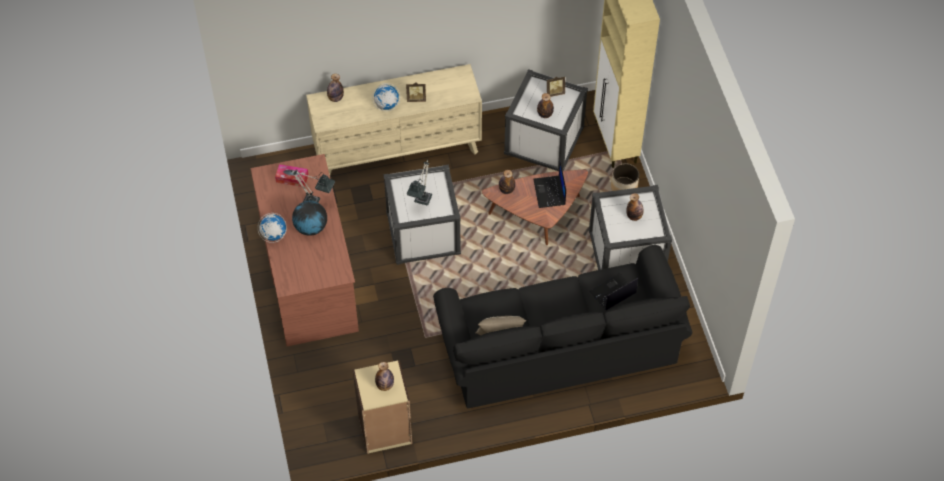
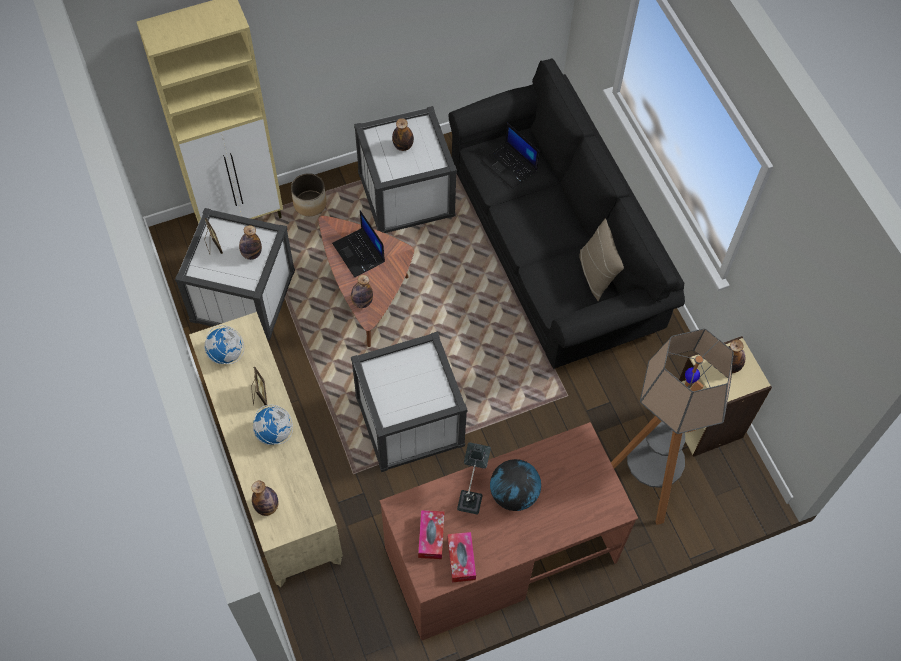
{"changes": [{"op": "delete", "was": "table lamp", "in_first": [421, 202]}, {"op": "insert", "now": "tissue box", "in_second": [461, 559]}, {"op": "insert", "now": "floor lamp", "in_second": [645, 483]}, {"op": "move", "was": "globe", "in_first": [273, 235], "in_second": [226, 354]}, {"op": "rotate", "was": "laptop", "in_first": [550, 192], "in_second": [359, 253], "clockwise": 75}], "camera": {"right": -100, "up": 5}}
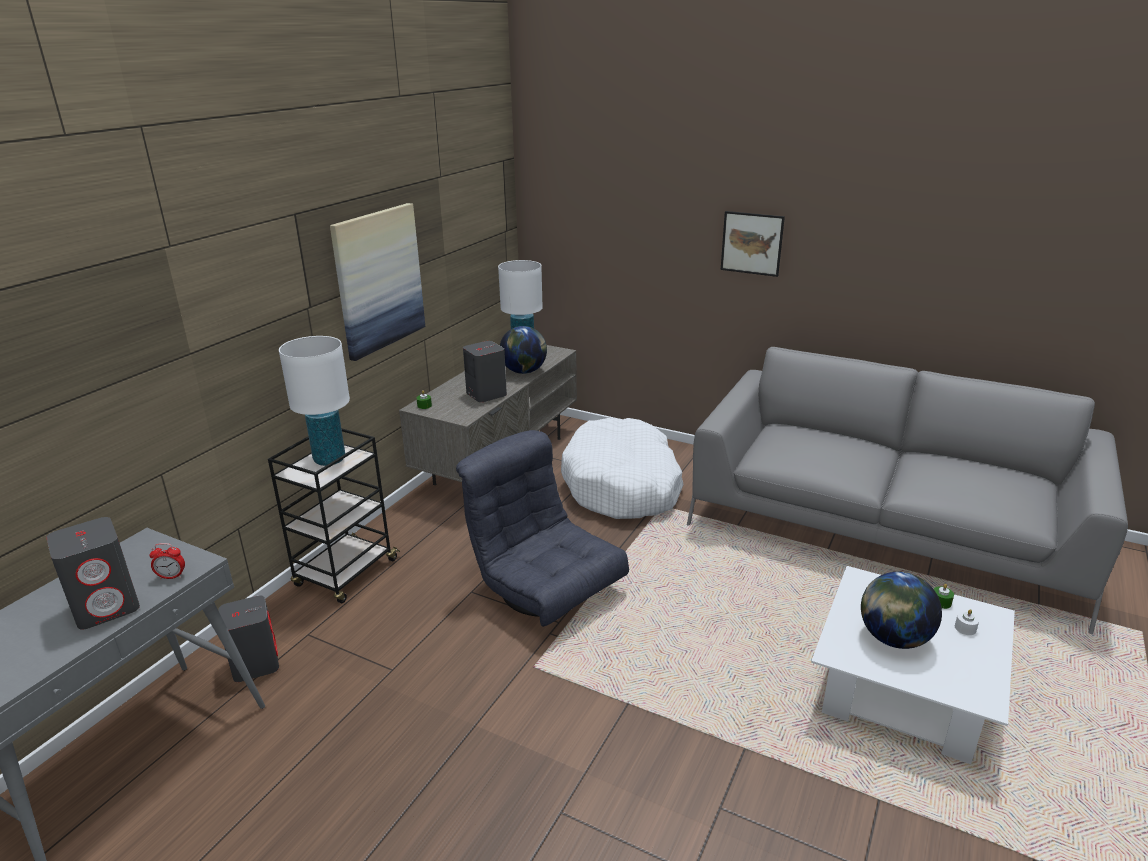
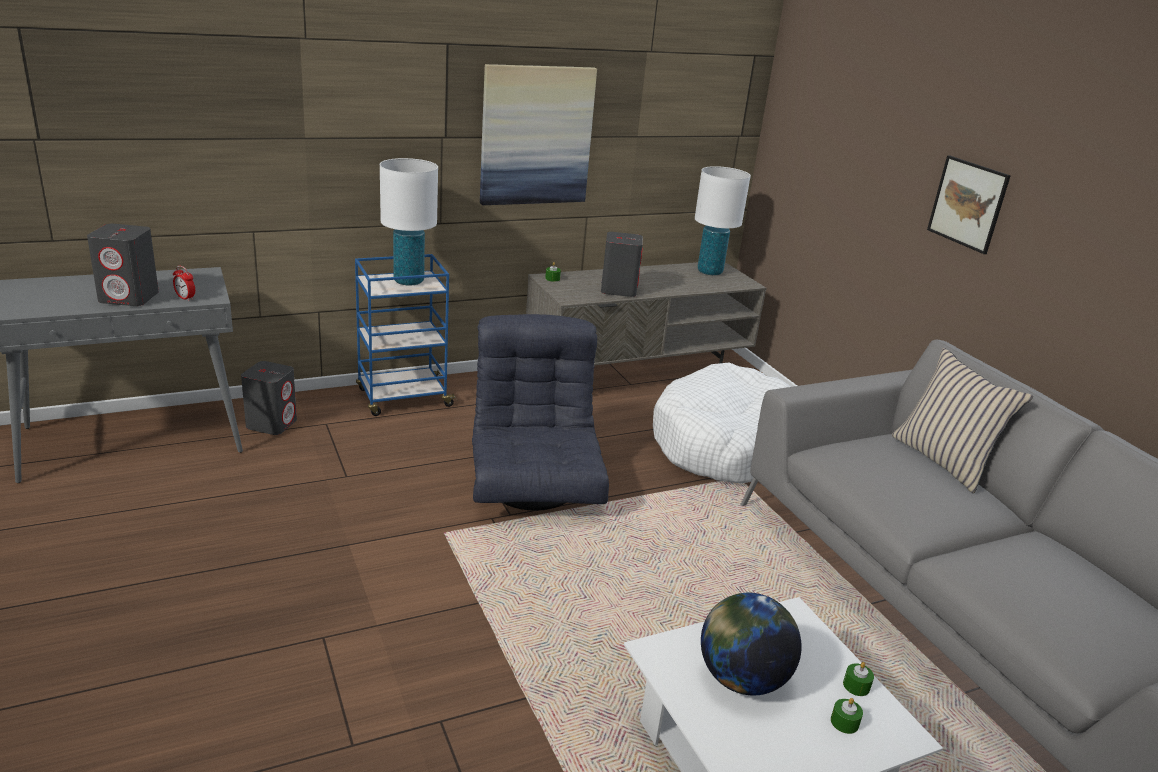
{"changes": [{"op": "delete", "was": "globe", "in_first": [524, 371]}, {"op": "insert", "now": "pillow (beige)", "in_second": [943, 461]}, {"op": "recolor", "was": "cart (black)", "now": "cart (blue)", "in_first": [345, 574], "in_second": [403, 398]}, {"op": "recolor", "was": "candle (white)", "now": "candle (green)", "in_first": [965, 628], "in_second": [844, 722]}], "camera": {"right": 35, "up": 0}}
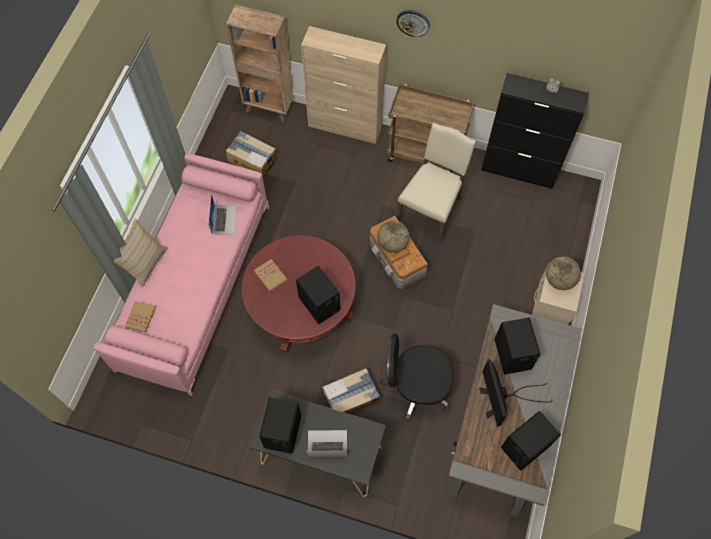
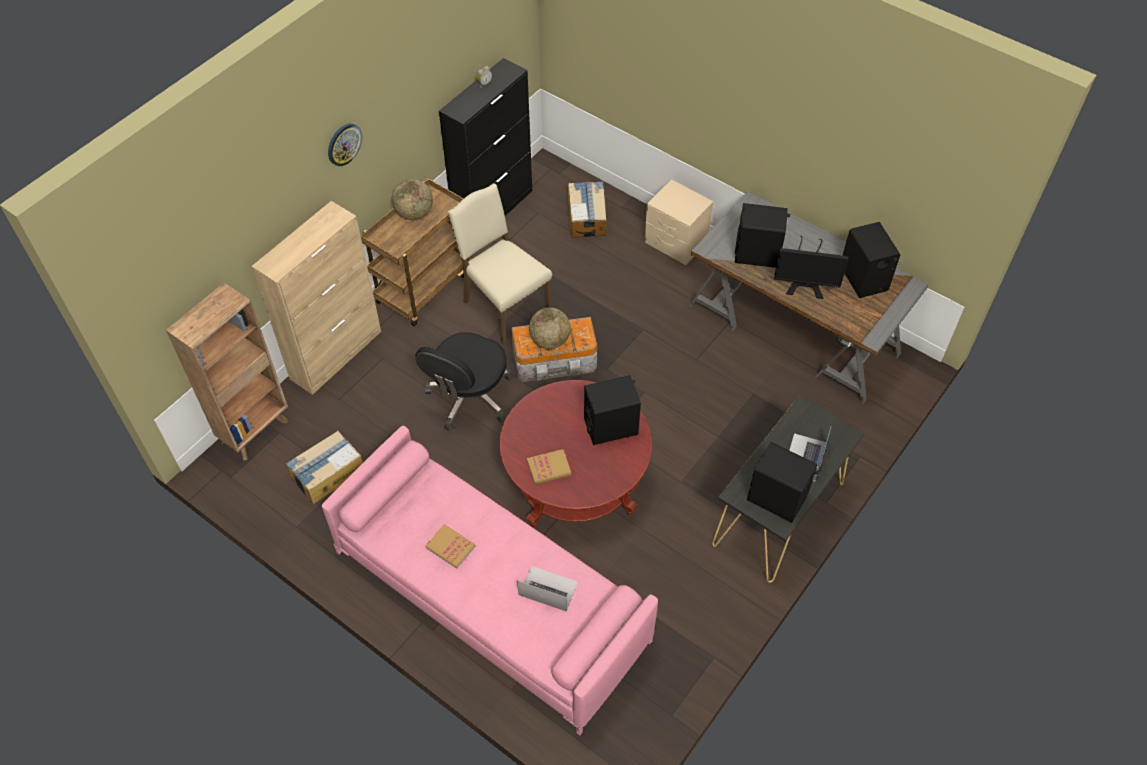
{"changes": [{"op": "delete", "was": "pillow (beige)", "in_first": [144, 262]}, {"op": "move", "was": "book", "in_first": [140, 317], "in_second": [450, 547]}, {"op": "move", "was": "laptop", "in_first": [224, 219], "in_second": [548, 588]}, {"op": "move", "was": "cardboard box", "in_first": [351, 397], "in_second": [587, 216]}, {"op": "move", "was": "office chair (black)", "in_first": [416, 386], "in_second": [469, 397]}, {"op": "move", "was": "globe", "in_first": [559, 280], "in_second": [414, 213]}], "camera": {"right": -70, "up": -10}}
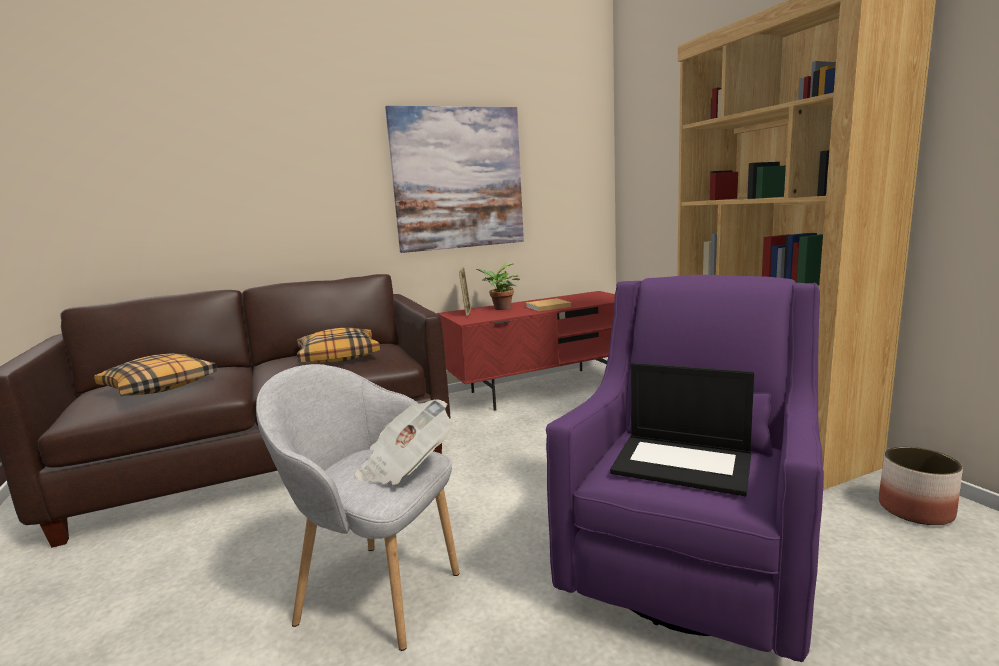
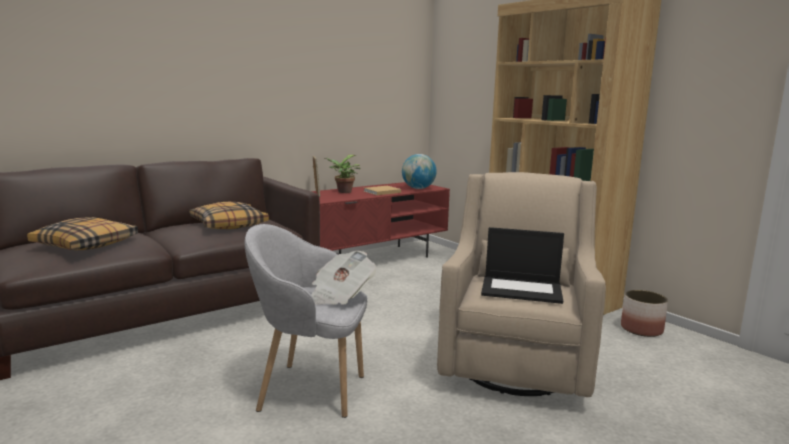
{"changes": [{"op": "delete", "was": "picture", "in_first": [458, 179]}, {"op": "insert", "now": "globe", "in_second": [418, 188]}, {"op": "recolor", "was": "armchair (purple)", "now": "armchair (beige)", "in_first": [691, 566], "in_second": [515, 364]}], "camera": {"right": -15, "up": 0}}
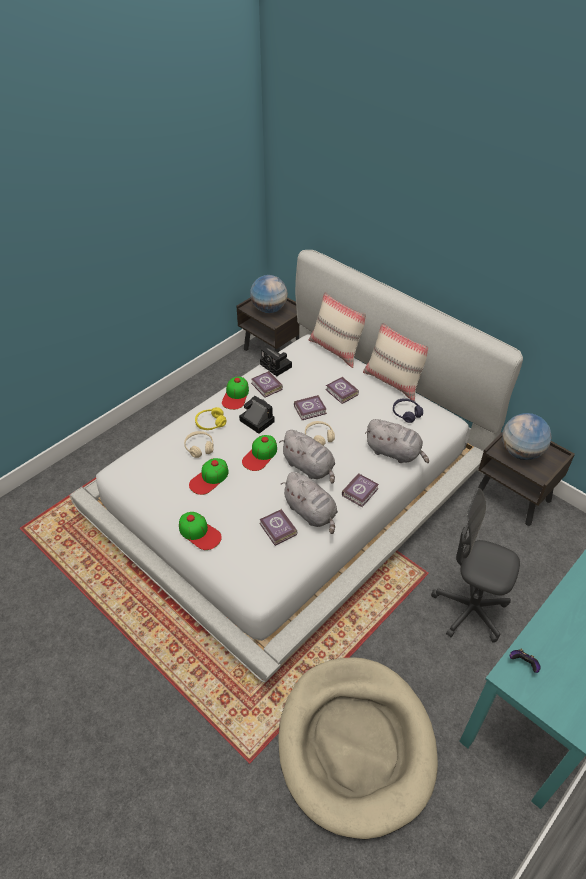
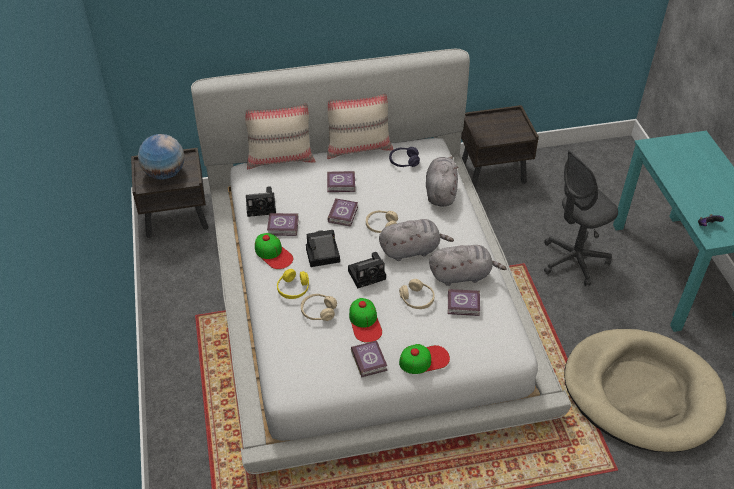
{"changes": [{"op": "delete", "was": "globe", "in_first": [521, 452]}, {"op": "insert", "now": "headphones (beige)", "in_second": [417, 299]}, {"op": "move", "was": "book", "in_first": [361, 492], "in_second": [369, 360]}, {"op": "replace", "was": "cap", "now": "photo camera", "in_first": [260, 455], "in_second": [368, 274]}, {"op": "rotate", "was": "plush toy (grey)", "in_first": [395, 453], "in_second": [440, 192], "clockwise": -60}], "camera": {"right": -55, "up": 0}}
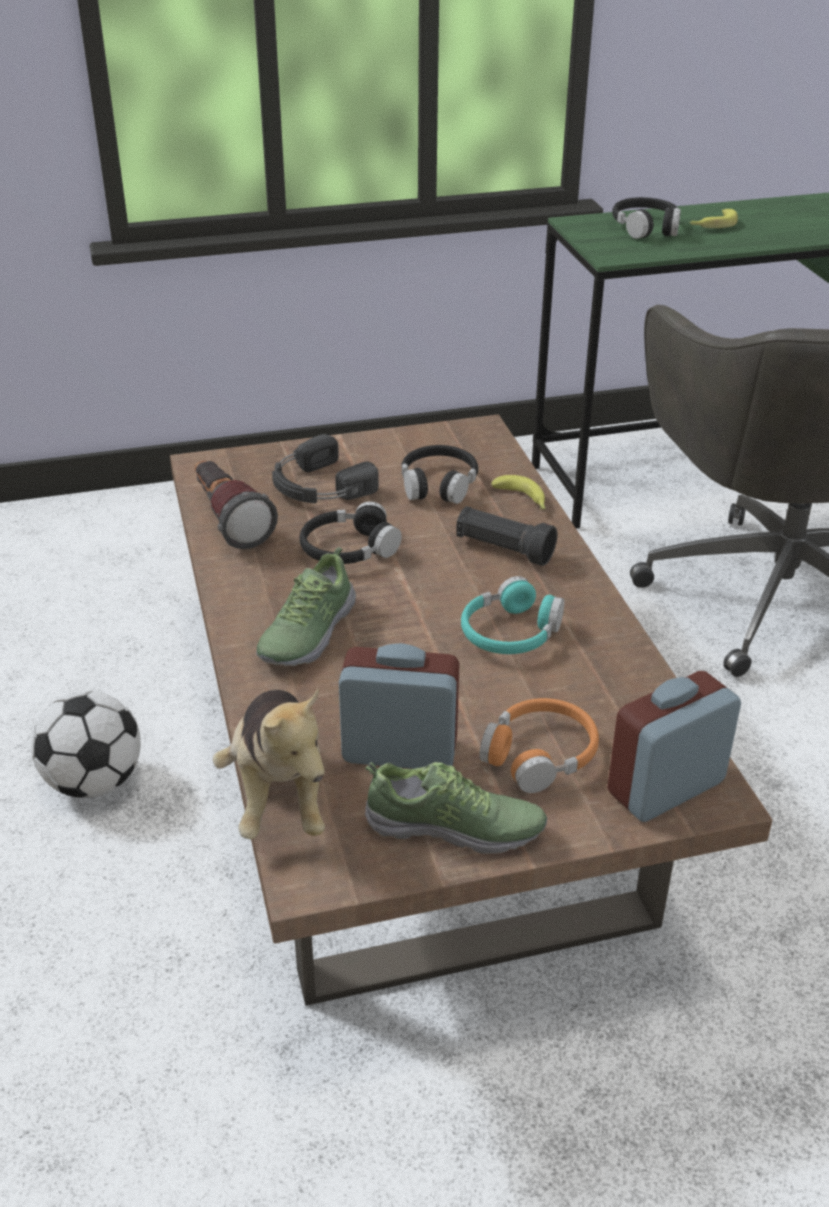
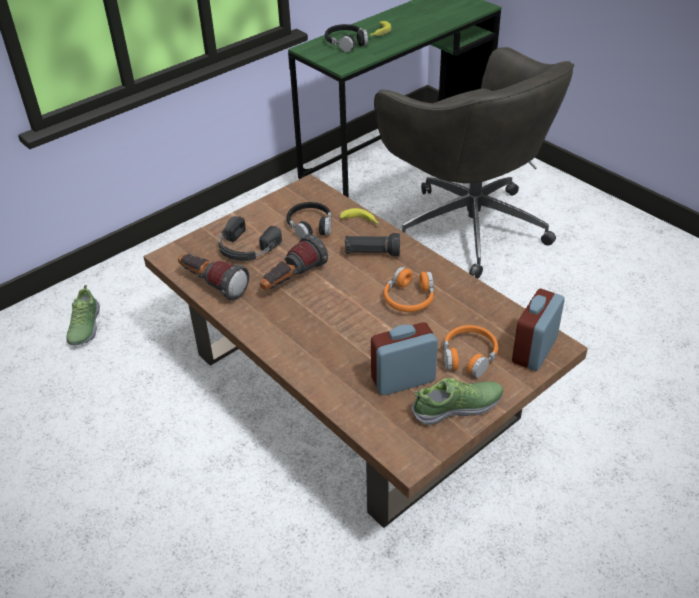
{"changes": [{"op": "delete", "was": "football", "in_first": [94, 782]}, {"op": "delete", "was": "plush toy", "in_first": [279, 794]}, {"op": "move", "was": "shoe", "in_first": [306, 633], "in_second": [84, 327]}, {"op": "replace", "was": "headphones (black)", "now": "flashlight", "in_first": [348, 549], "in_second": [292, 280]}, {"op": "recolor", "was": "headphones (turquoise)", "now": "headphones (orange)", "in_first": [510, 633], "in_second": [409, 298]}], "camera": {"right": -25, "up": 5}}
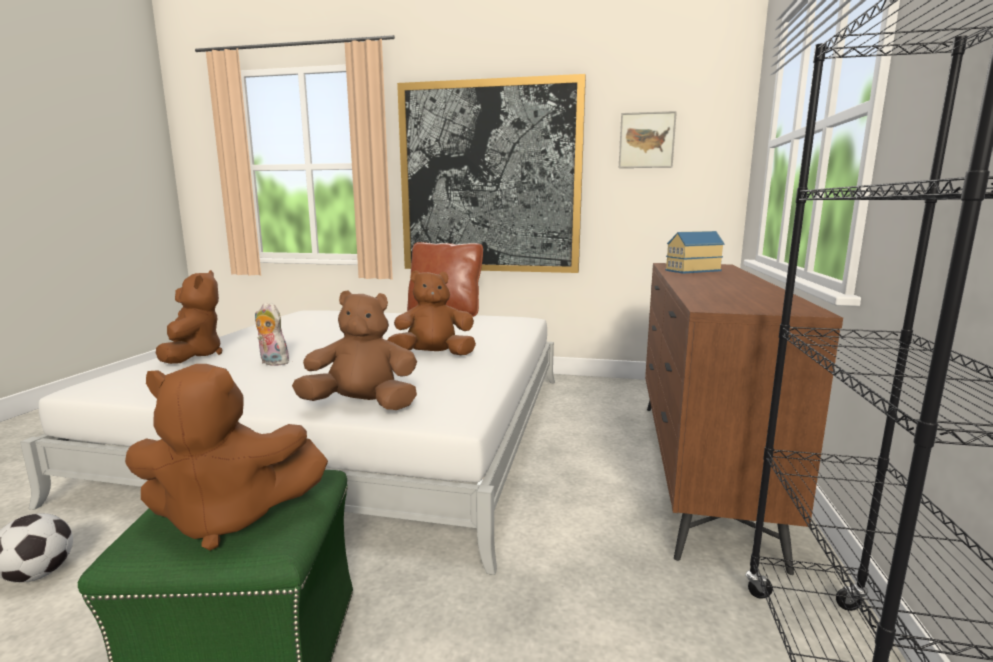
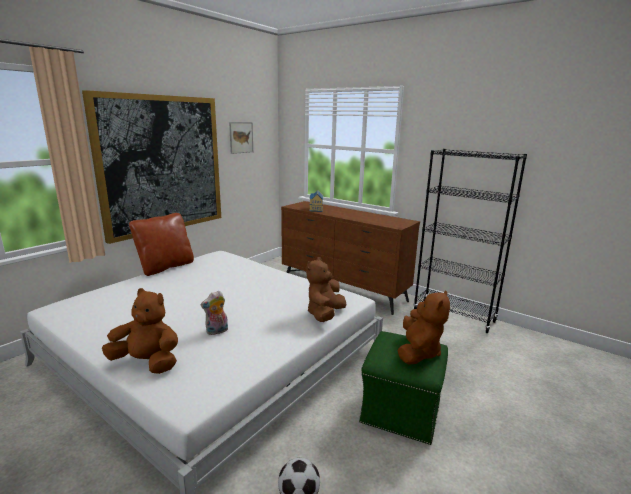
{"changes": [{"op": "delete", "was": "plush toy (brown)", "in_first": [433, 356]}], "camera": {"right": -65, "up": 5}}
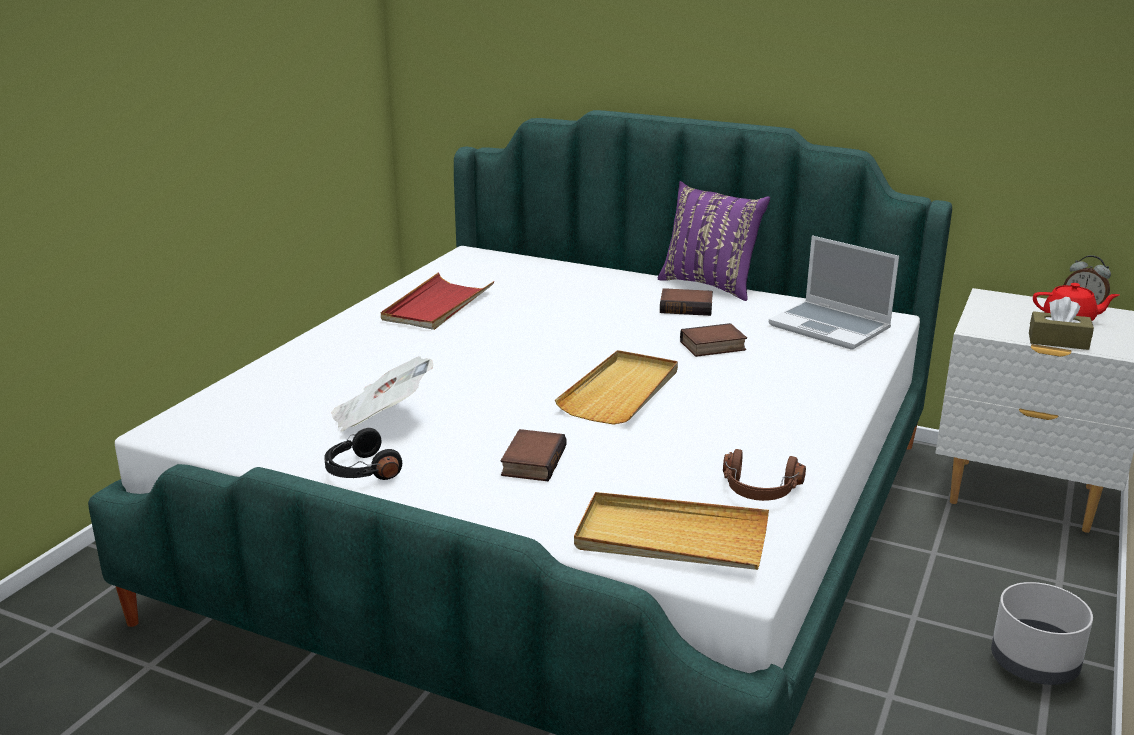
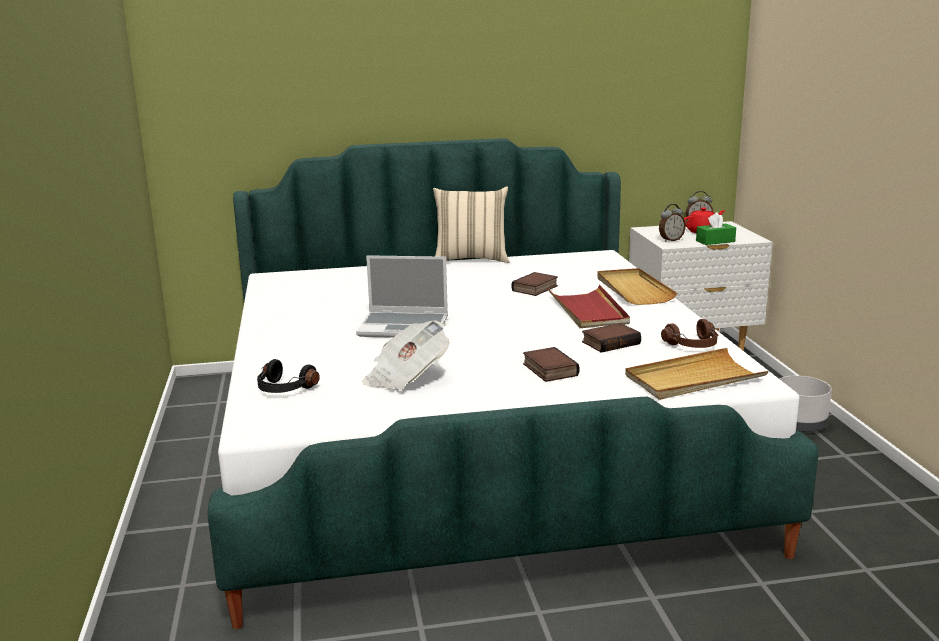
{"changes": [{"op": "insert", "now": "alarm clock", "in_second": [670, 240]}, {"op": "move", "was": "headphones (black)", "in_first": [360, 471], "in_second": [284, 389]}, {"op": "move", "was": "tray (red)", "in_first": [437, 306], "in_second": [588, 311]}, {"op": "move", "was": "tray (beige)", "in_first": [621, 391], "in_second": [633, 289]}, {"op": "move", "was": "book", "in_first": [687, 307], "in_second": [610, 342]}, {"op": "move", "was": "laptop", "in_first": [831, 327], "in_second": [405, 327]}, {"op": "recolor", "was": "pillow (purple)", "now": "pillow (beige)", "in_first": [710, 285], "in_second": [471, 259]}, {"op": "recolor", "was": "tissue box (brown)", "now": "tissue box (green)", "in_first": [1058, 341], "in_second": [715, 241]}], "camera": {"right": -35, "up": -5}}
